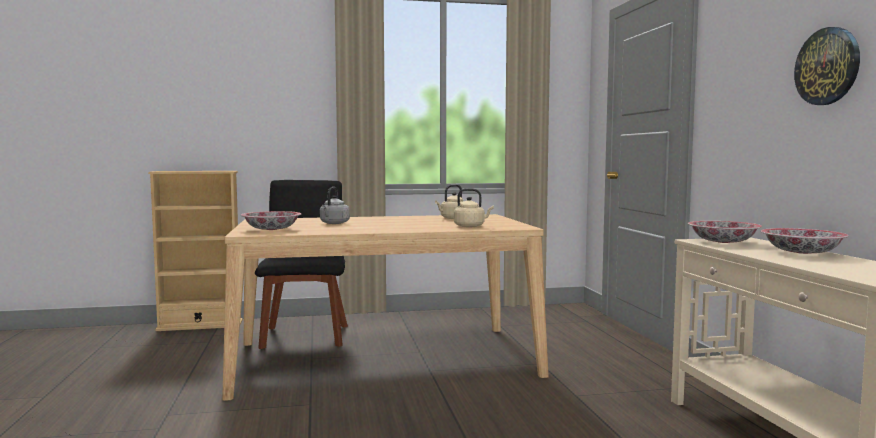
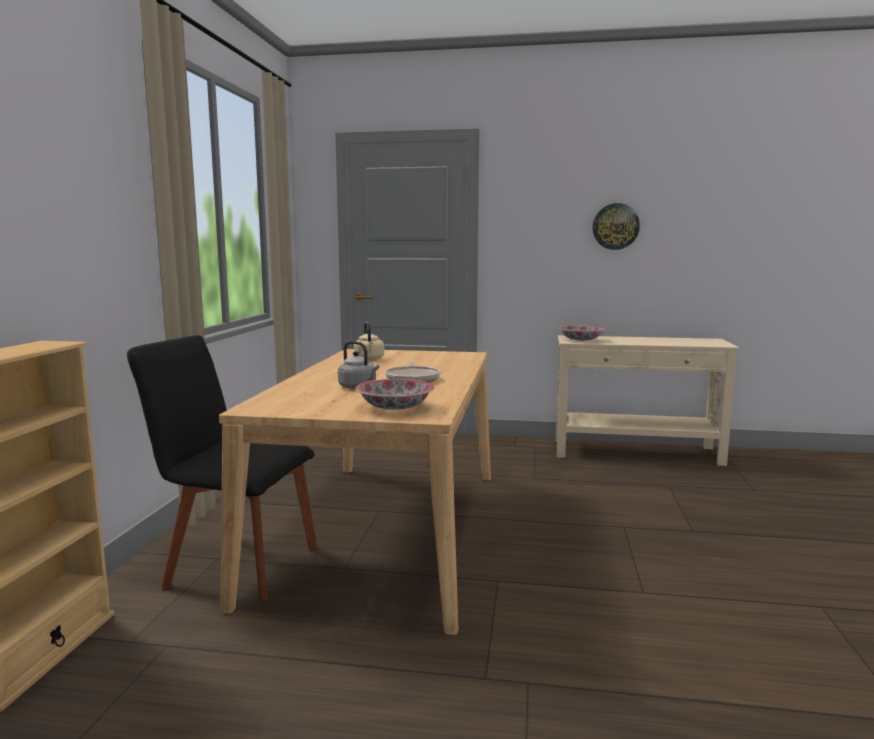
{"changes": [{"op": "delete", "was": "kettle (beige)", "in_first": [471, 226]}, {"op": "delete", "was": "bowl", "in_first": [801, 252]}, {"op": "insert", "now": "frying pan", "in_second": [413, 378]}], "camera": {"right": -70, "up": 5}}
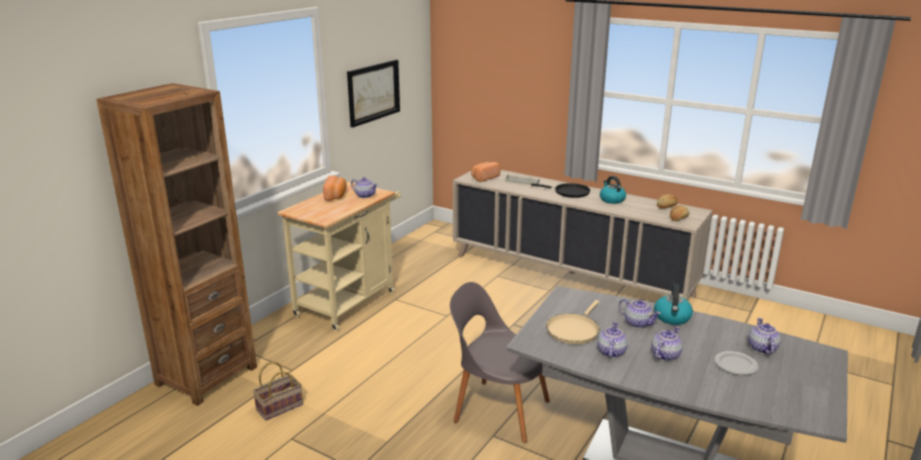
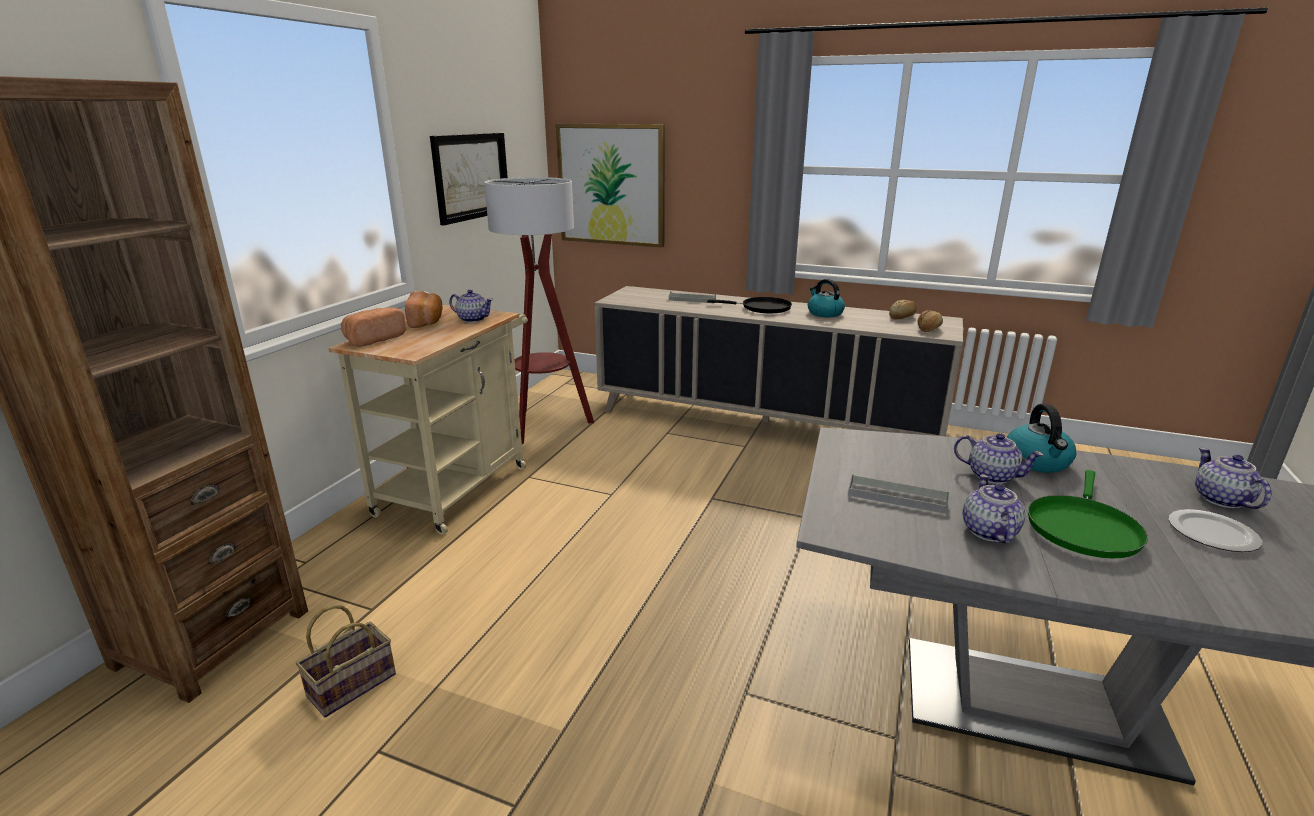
{"changes": [{"op": "delete", "was": "chair (grey)", "in_first": [498, 409]}, {"op": "insert", "now": "floor lamp", "in_second": [545, 425]}, {"op": "insert", "now": "picture", "in_second": [611, 185]}, {"op": "move", "was": "bread", "in_first": [484, 178], "in_second": [373, 339]}, {"op": "replace", "was": "frying pan (beige)", "now": "tray (grey)", "in_first": [574, 330], "in_second": [897, 497]}, {"op": "replace", "was": "teapot", "now": "frying pan (green)", "in_first": [664, 355], "in_second": [1082, 528]}], "camera": {"right": -10, "up": 0}}
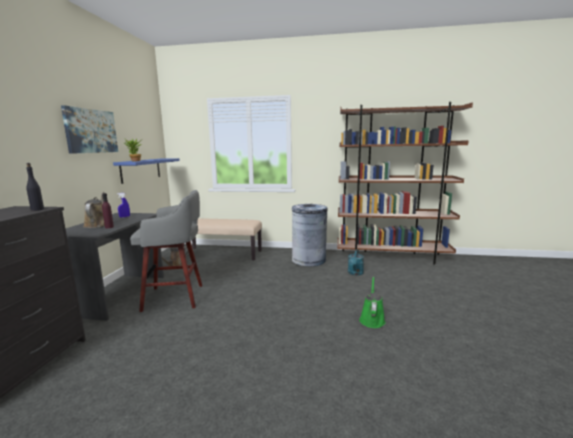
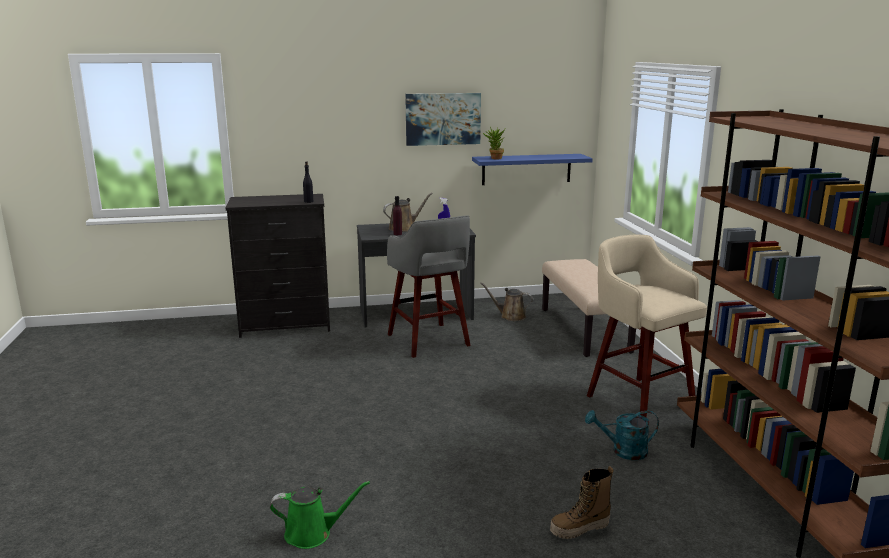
{"changes": [{"op": "insert", "now": "boot", "in_second": [580, 529]}, {"op": "move", "was": "watering can (green)", "in_first": [372, 319], "in_second": [313, 533]}, {"op": "replace", "was": "trash can (grey)", "now": "stool (beige)", "in_first": [309, 260], "in_second": [638, 400]}], "camera": {"right": 70, "up": 5}}
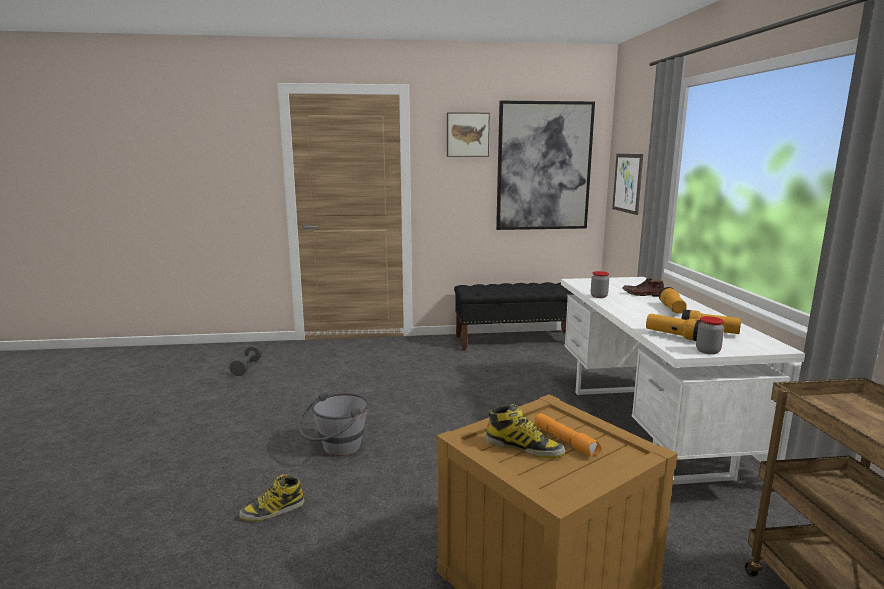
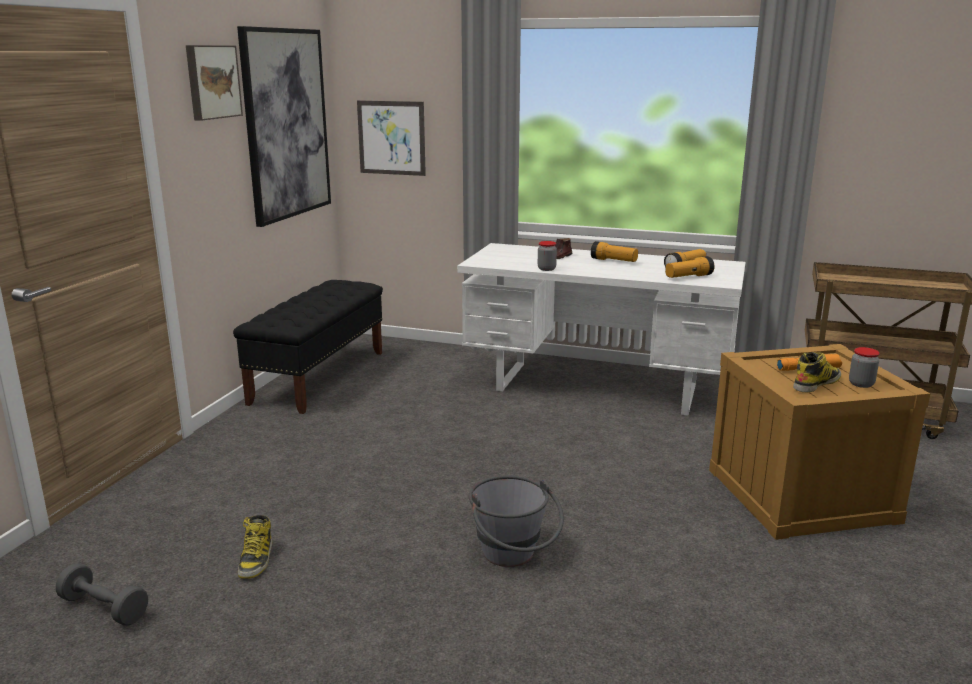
{"changes": [{"op": "move", "was": "boot", "in_first": [272, 510], "in_second": [256, 559]}, {"op": "move", "was": "jar", "in_first": [708, 351], "in_second": [861, 384]}], "camera": {"right": -65, "up": 5}}
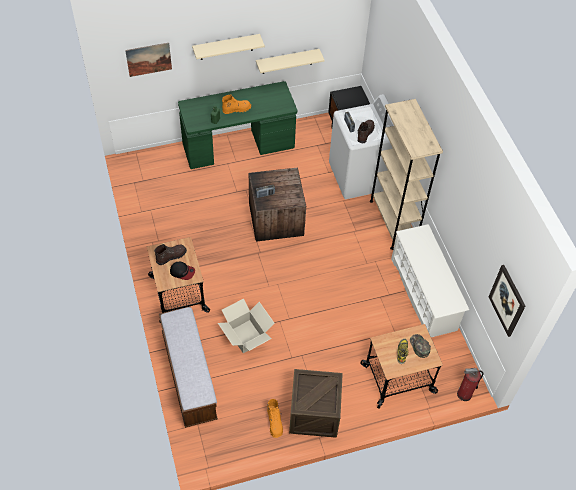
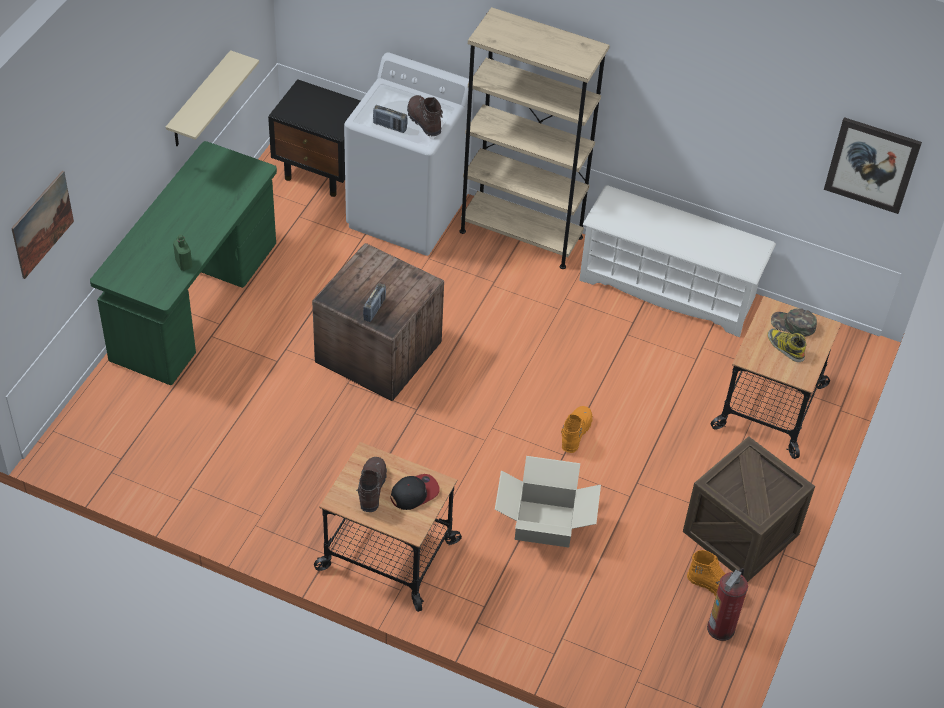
{"changes": [{"op": "delete", "was": "bench", "in_first": [189, 375]}, {"op": "delete", "was": "shelf (beige)", "in_first": [226, 47]}, {"op": "move", "was": "boot (orange)", "in_first": [236, 109], "in_second": [575, 433]}, {"op": "move", "was": "fire extinguisher", "in_first": [464, 394], "in_second": [721, 629]}], "camera": {"right": -50, "up": -5}}
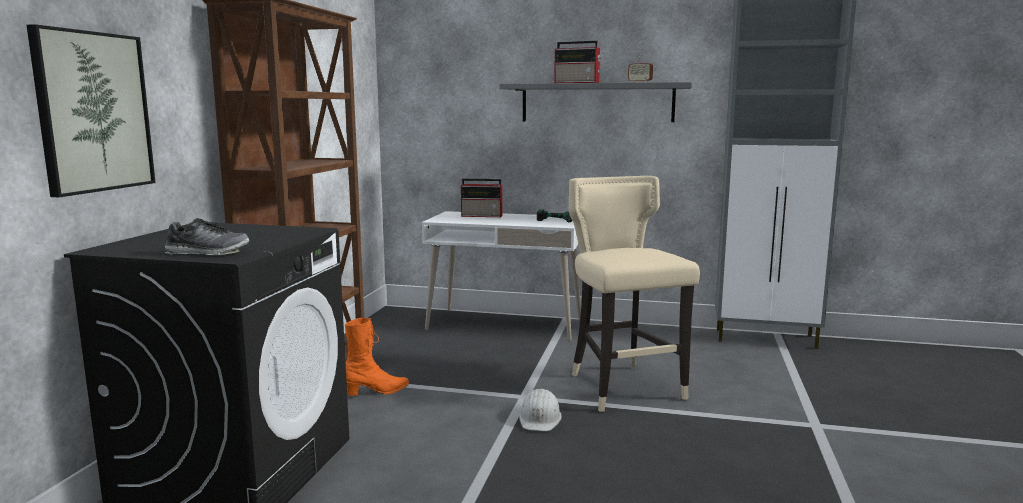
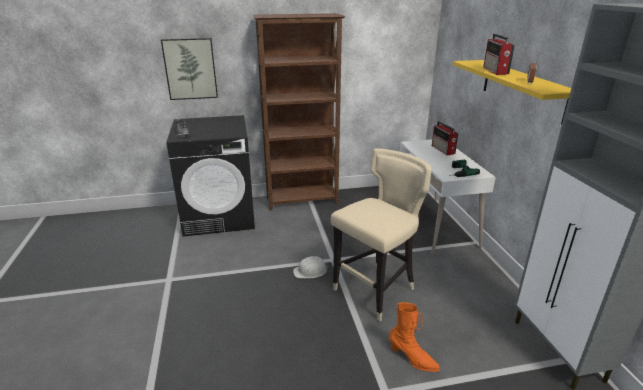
{"changes": [{"op": "move", "was": "boot (orange)", "in_first": [376, 392], "in_second": [412, 359]}, {"op": "recolor", "was": "shelf (grey)", "now": "shelf (yellow)", "in_first": [597, 103], "in_second": [522, 89]}], "camera": {"right": 65, "up": 15}}
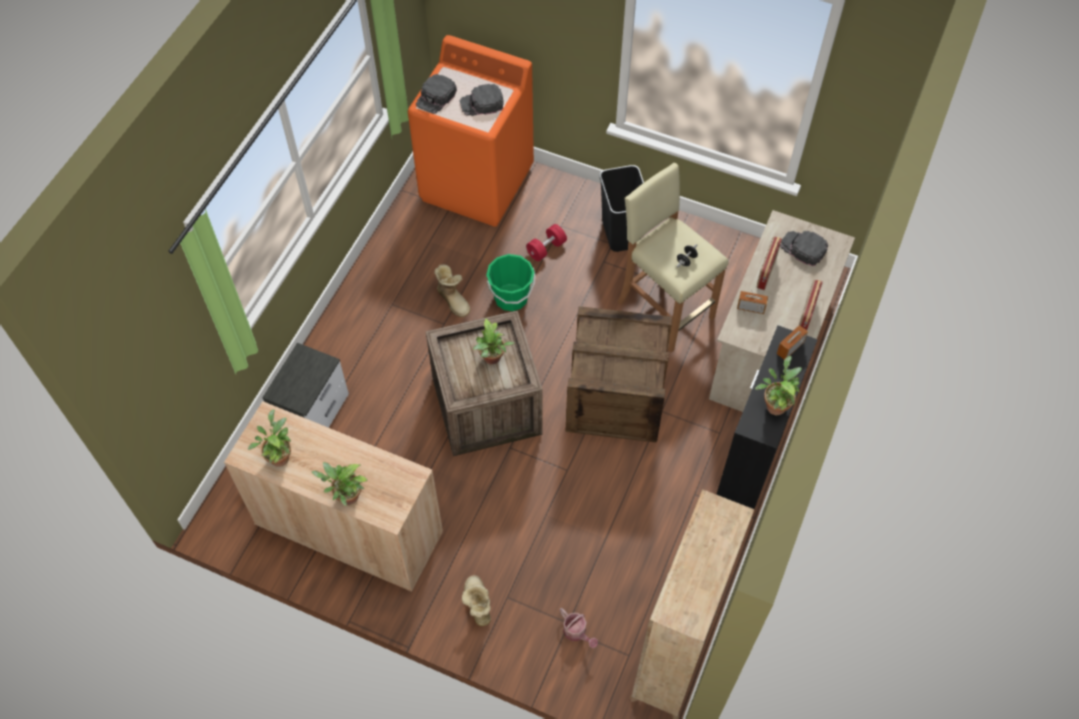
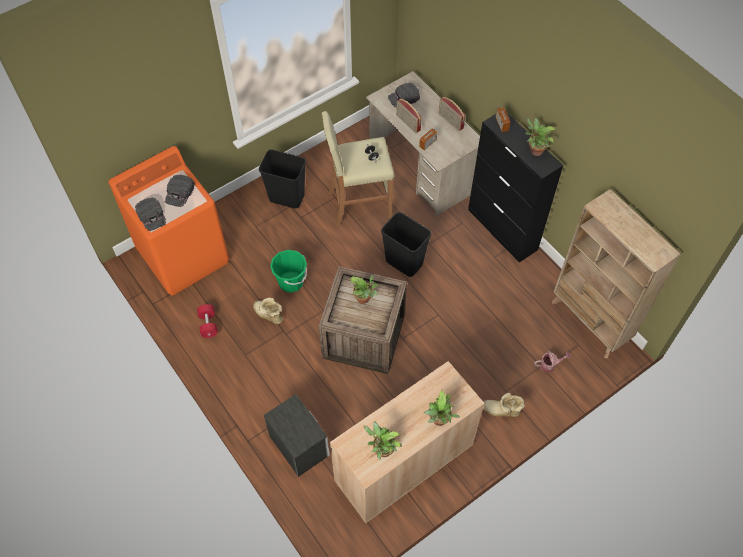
{"changes": [{"op": "move", "was": "dumbbell (red)", "in_first": [546, 248], "in_second": [208, 325]}, {"op": "replace", "was": "crate", "now": "trash can (black)", "in_first": [615, 397], "in_second": [403, 263]}, {"op": "rotate", "was": "boot", "in_first": [454, 300], "in_second": [268, 315], "clockwise": -135}], "camera": {"right": -60, "up": 0}}
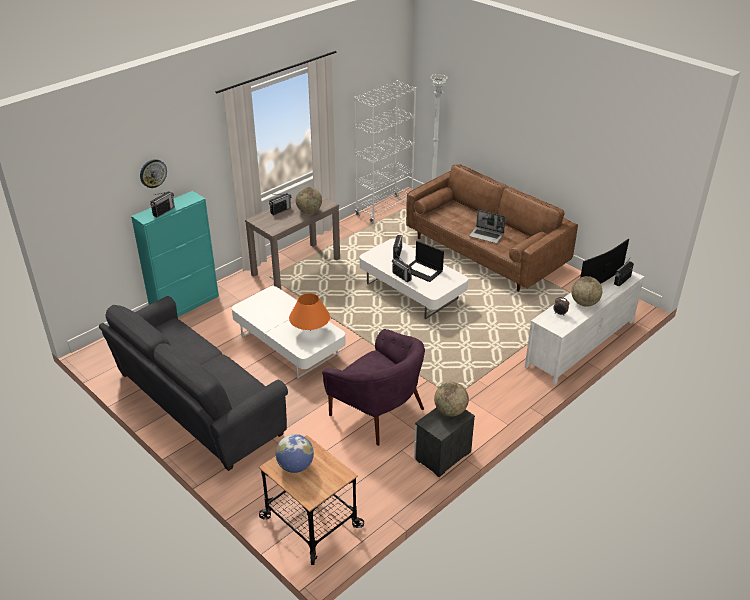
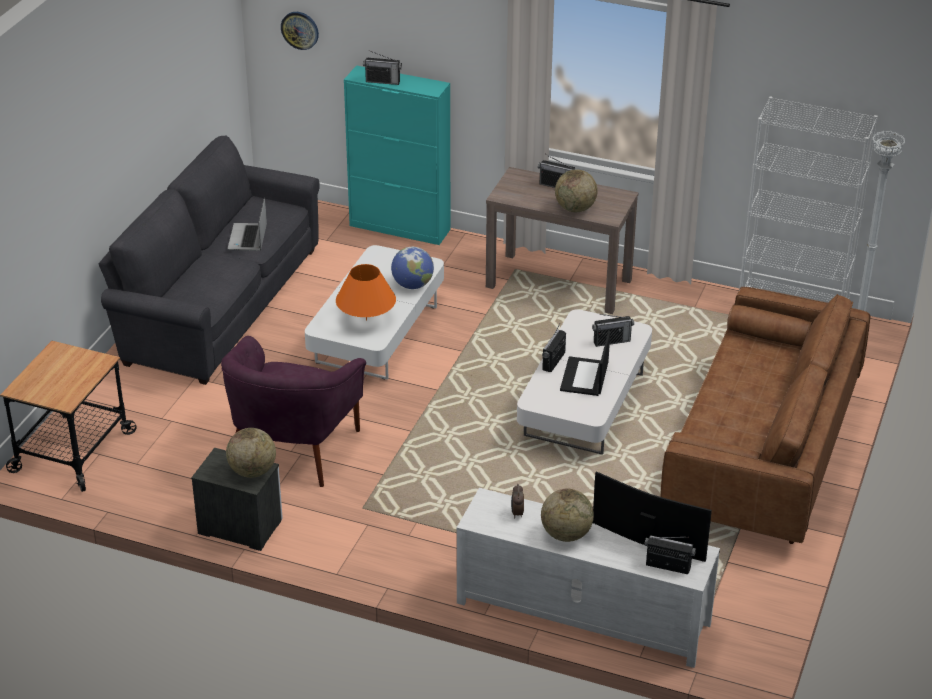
{"changes": [{"op": "move", "was": "wall clock", "in_first": [153, 173], "in_second": [300, 30]}, {"op": "move", "was": "globe", "in_first": [295, 466], "in_second": [412, 285]}, {"op": "move", "was": "laptop", "in_first": [487, 235], "in_second": [248, 238]}], "camera": {"right": 65, "up": 0}}
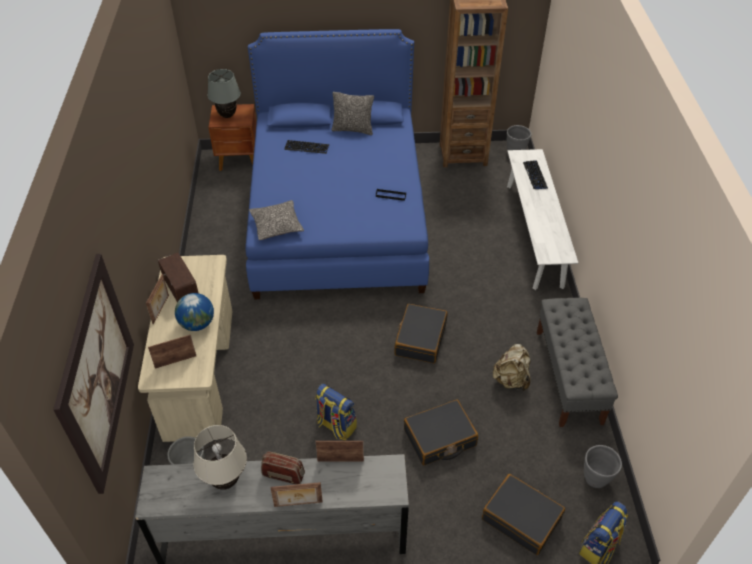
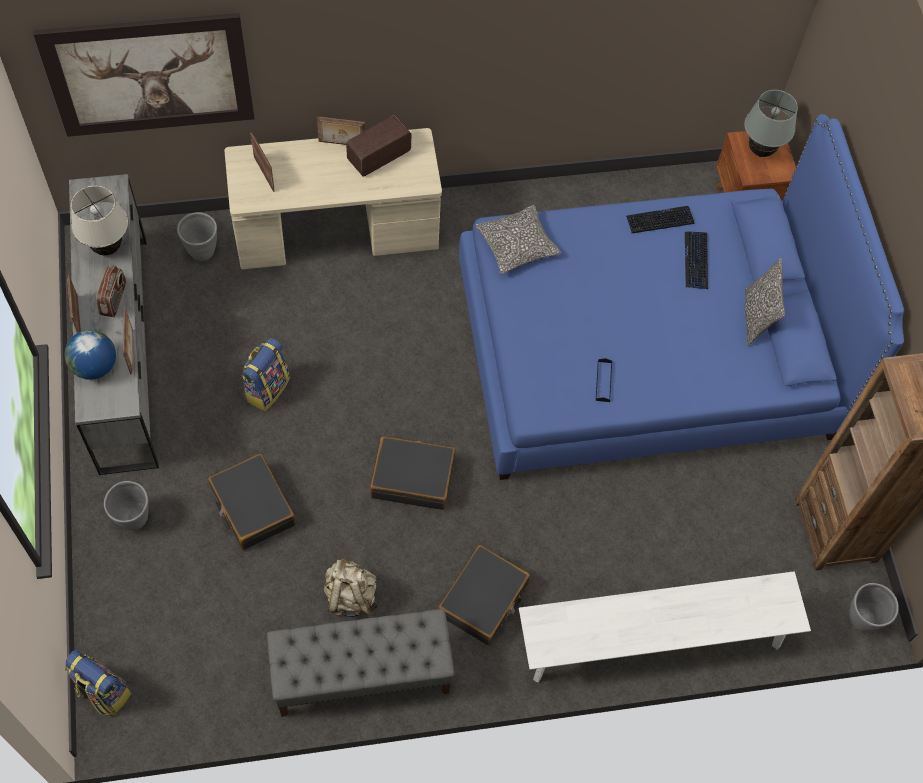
{"changes": [{"op": "move", "was": "globe", "in_first": [197, 324], "in_second": [94, 366]}, {"op": "move", "was": "suitcase (black)", "in_first": [521, 518], "in_second": [483, 600]}, {"op": "move", "was": "keyboard", "in_first": [535, 175], "in_second": [659, 220]}, {"op": "move", "was": "planter (grey)", "in_first": [596, 479], "in_second": [133, 519]}], "camera": {"right": 80, "up": 15}}
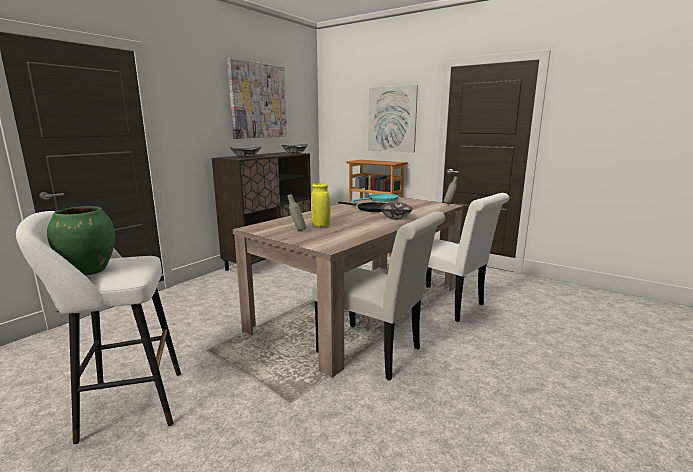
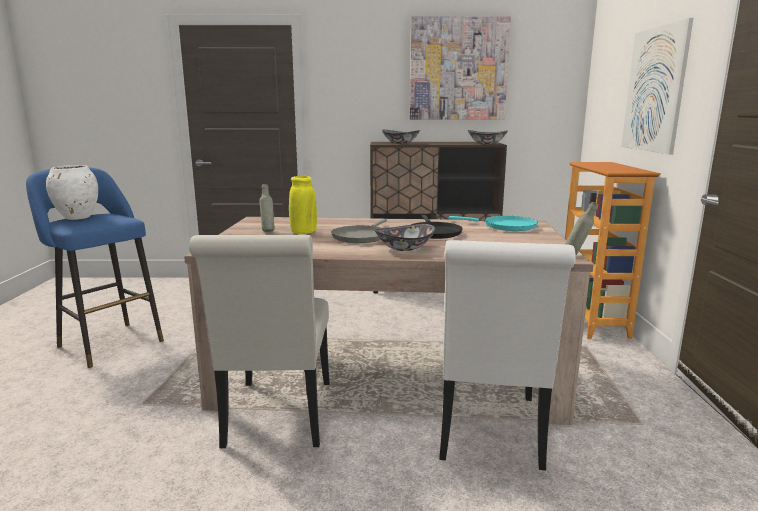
{"changes": [{"op": "insert", "now": "frying pan (grey)", "in_second": [361, 237]}, {"op": "recolor", "was": "stool (white)", "now": "stool (blue)", "in_first": [125, 406], "in_second": [107, 342]}, {"op": "recolor", "was": "vase (green)", "now": "vase (white)", "in_first": [90, 271], "in_second": [77, 217]}], "camera": {"right": 55, "up": 0}}
